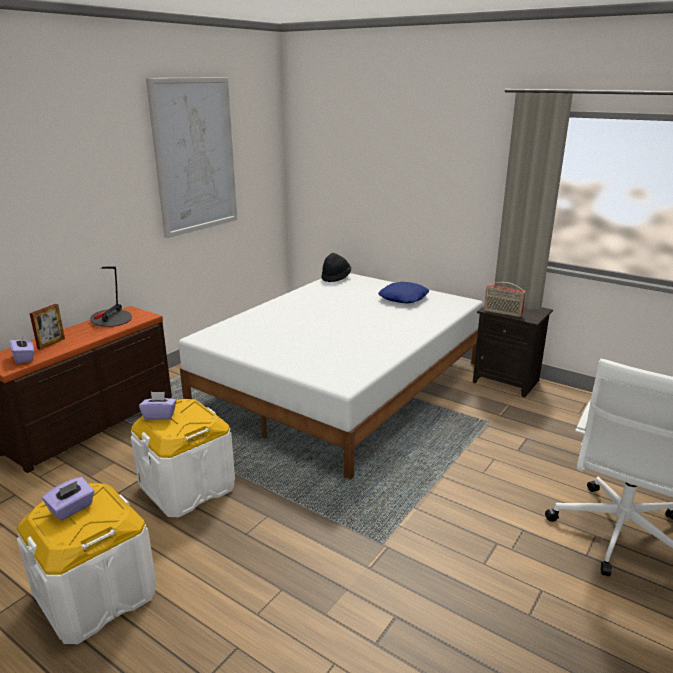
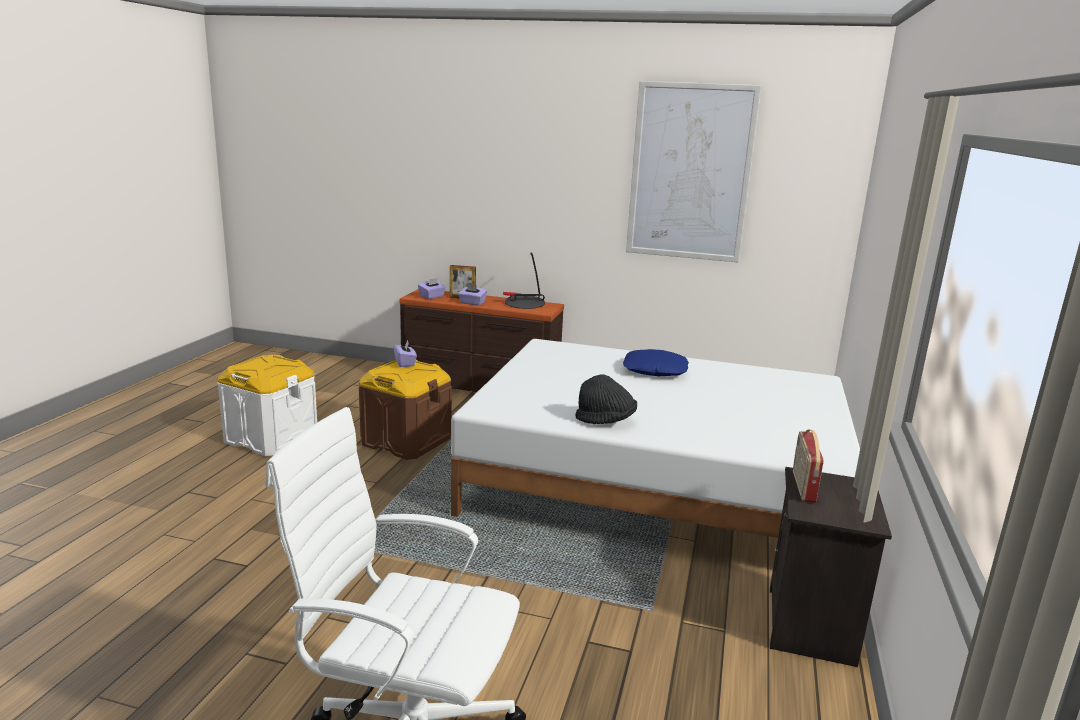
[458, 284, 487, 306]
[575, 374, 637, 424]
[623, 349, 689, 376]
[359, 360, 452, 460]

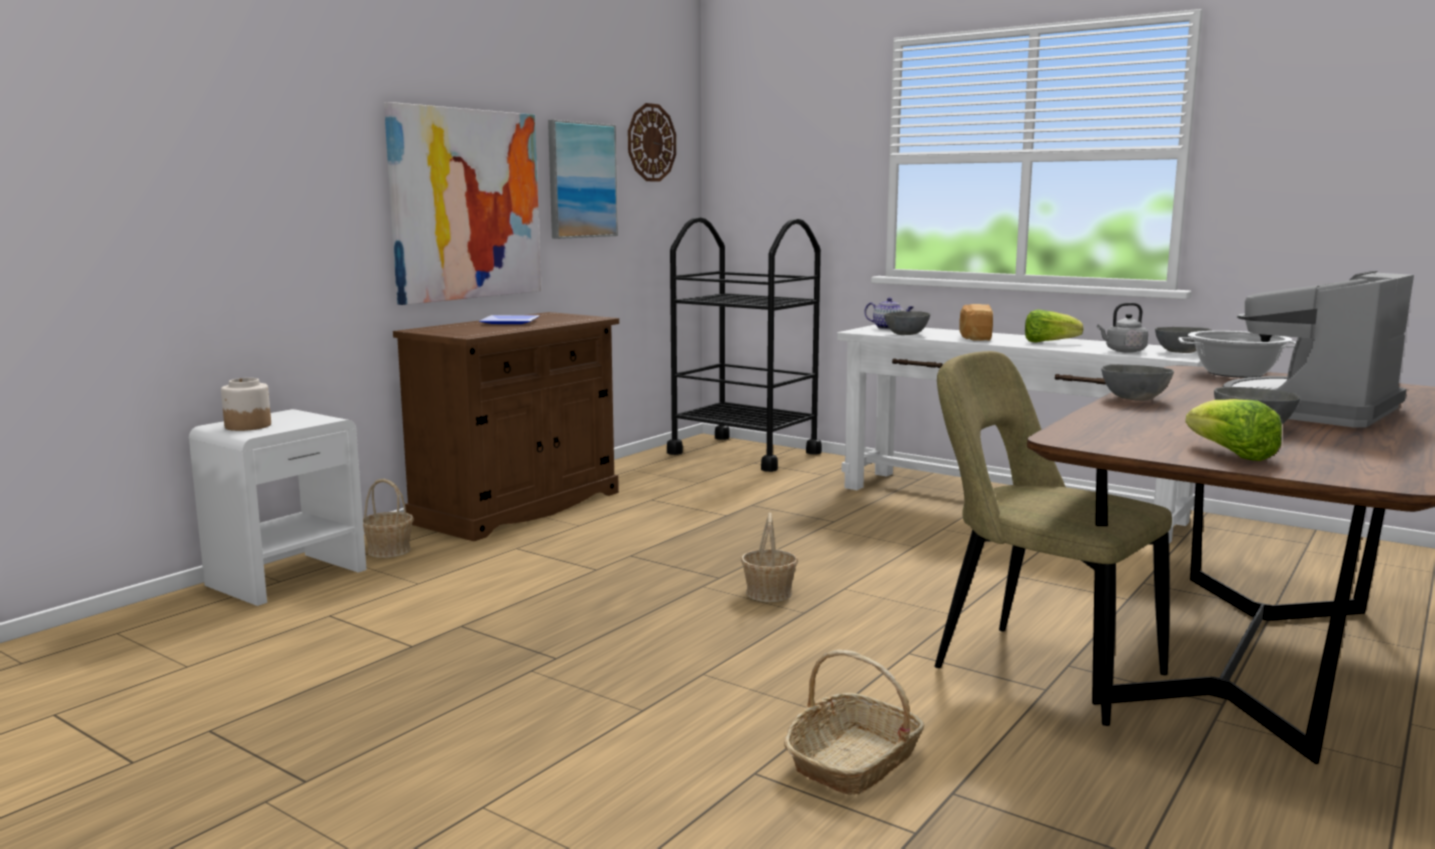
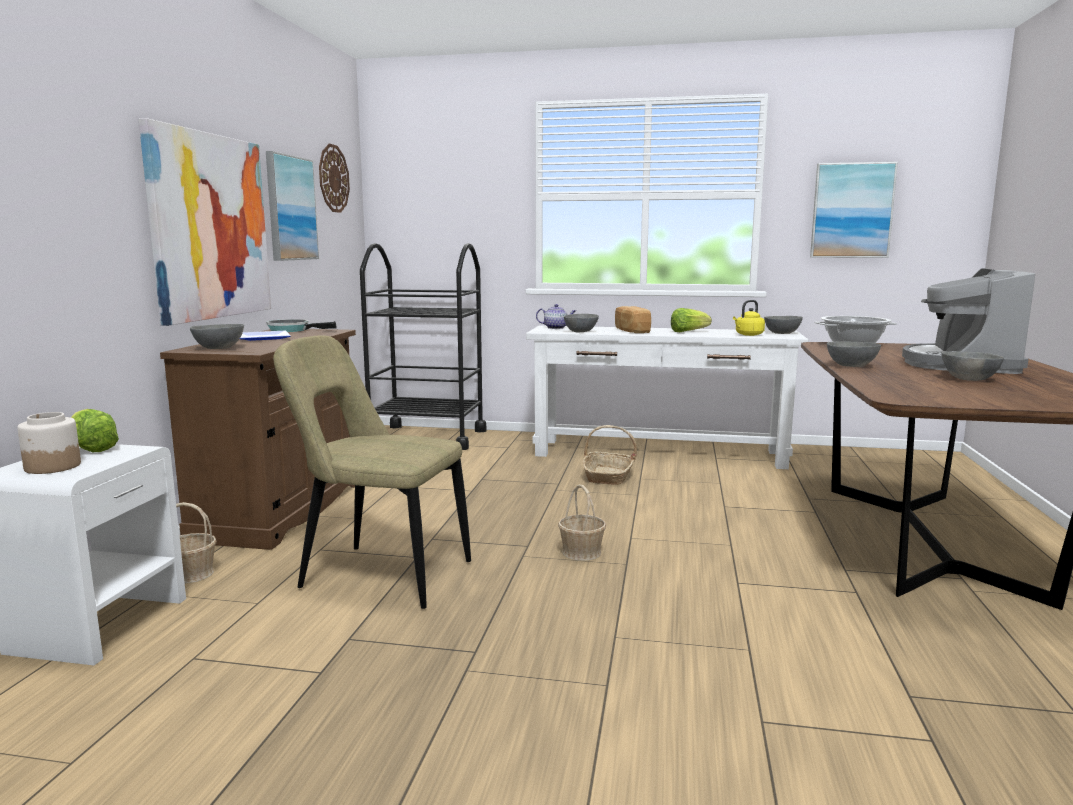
[190, 324, 244, 349]
[267, 319, 337, 332]
[810, 162, 898, 258]
[582, 425, 637, 485]
[273, 335, 471, 609]
[71, 409, 119, 452]
[733, 300, 765, 336]

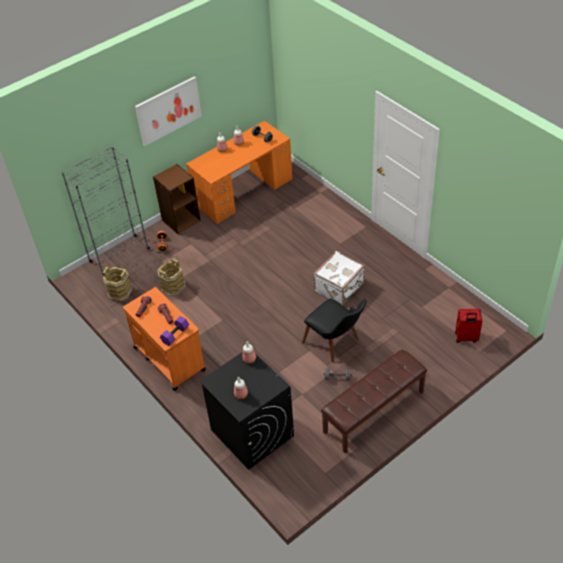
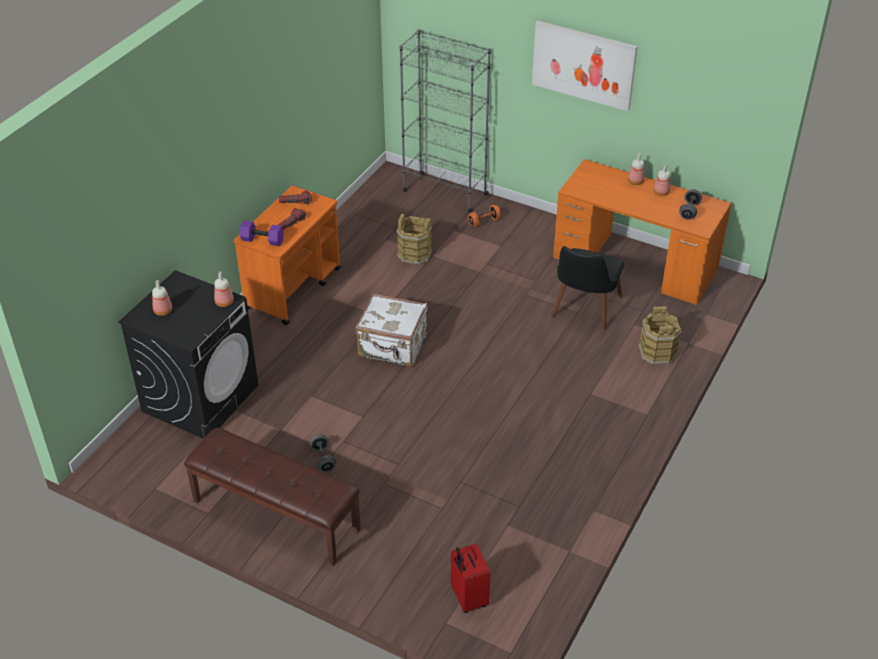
[153, 164, 201, 234] (first image)
[639, 306, 682, 365]
[551, 246, 624, 331]
[355, 293, 428, 367]

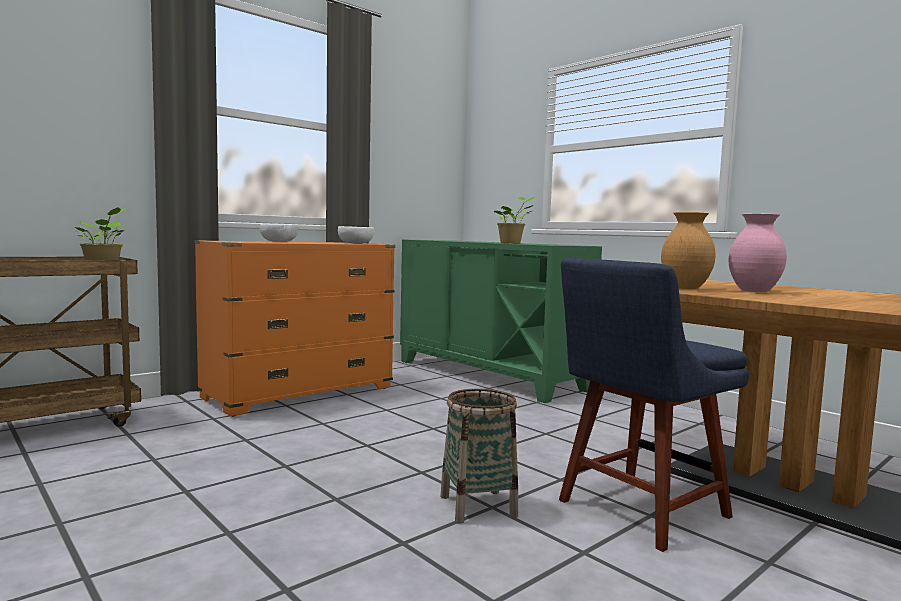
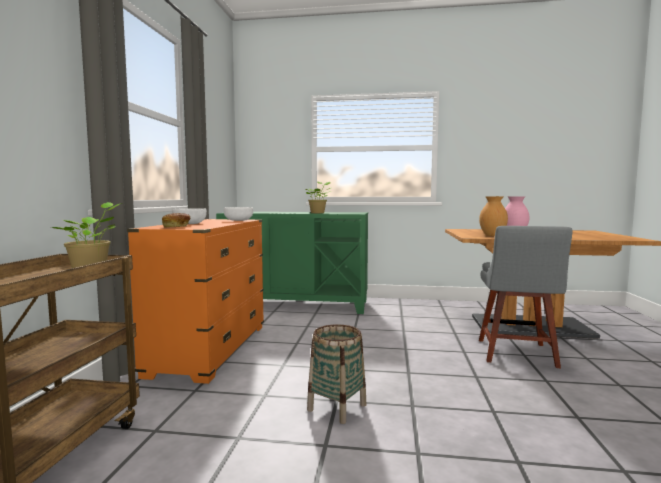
[162, 213, 191, 228]
[307, 324, 366, 424]
[479, 226, 573, 368]

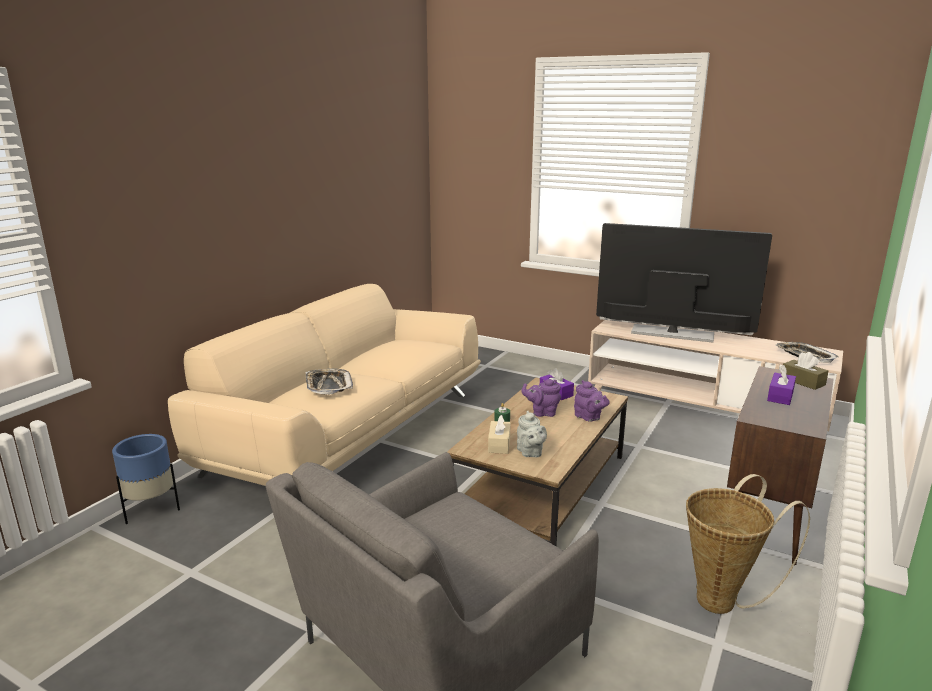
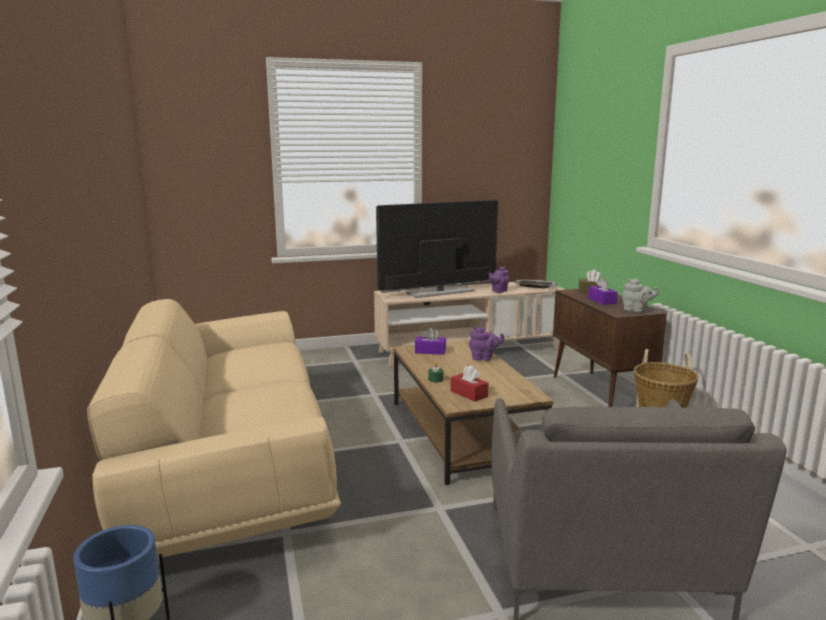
[305, 369, 353, 395] (first image)
[622, 279, 659, 312]
[489, 266, 509, 293]
[451, 365, 488, 402]

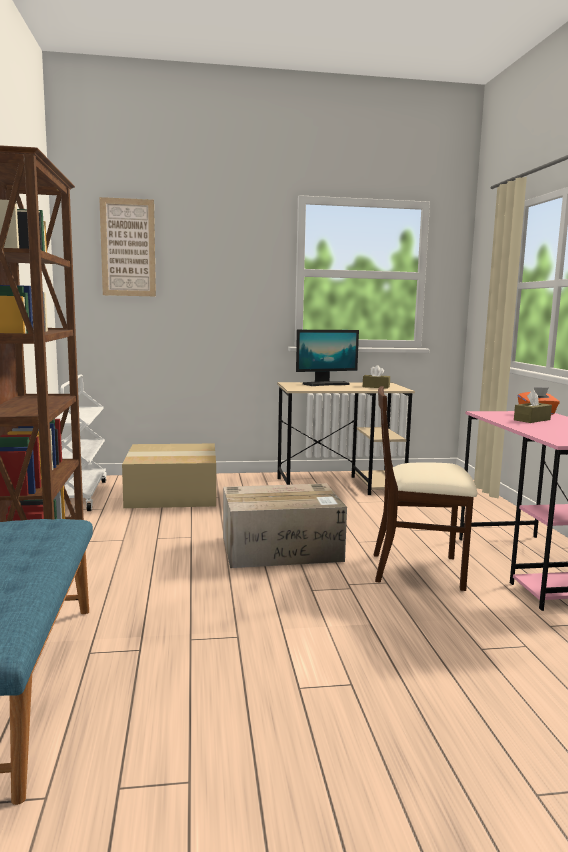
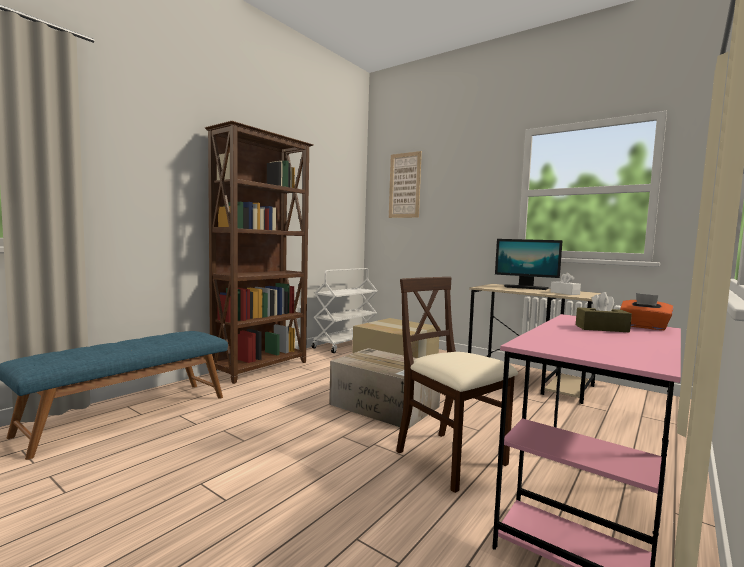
[551, 273, 581, 295]

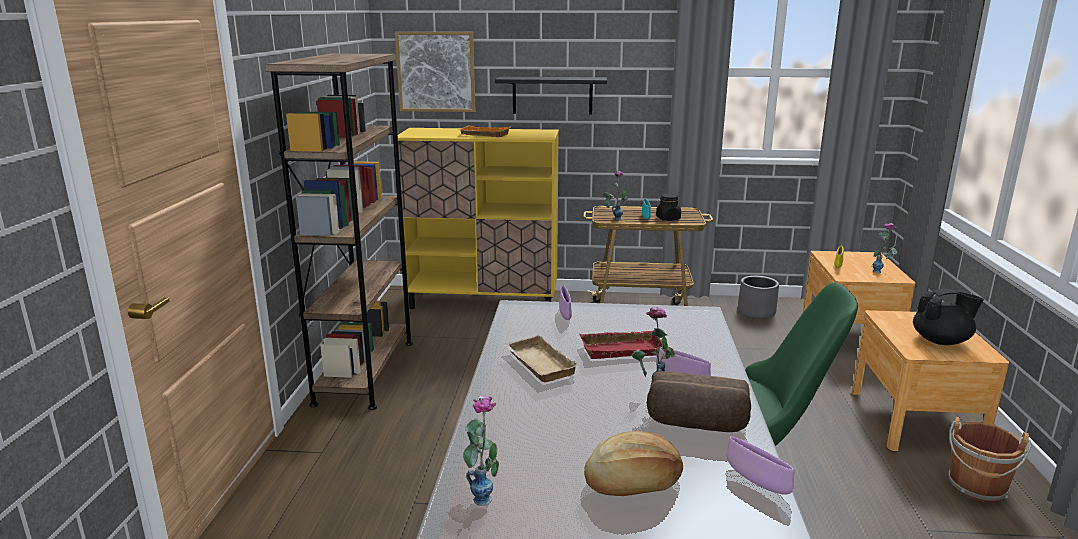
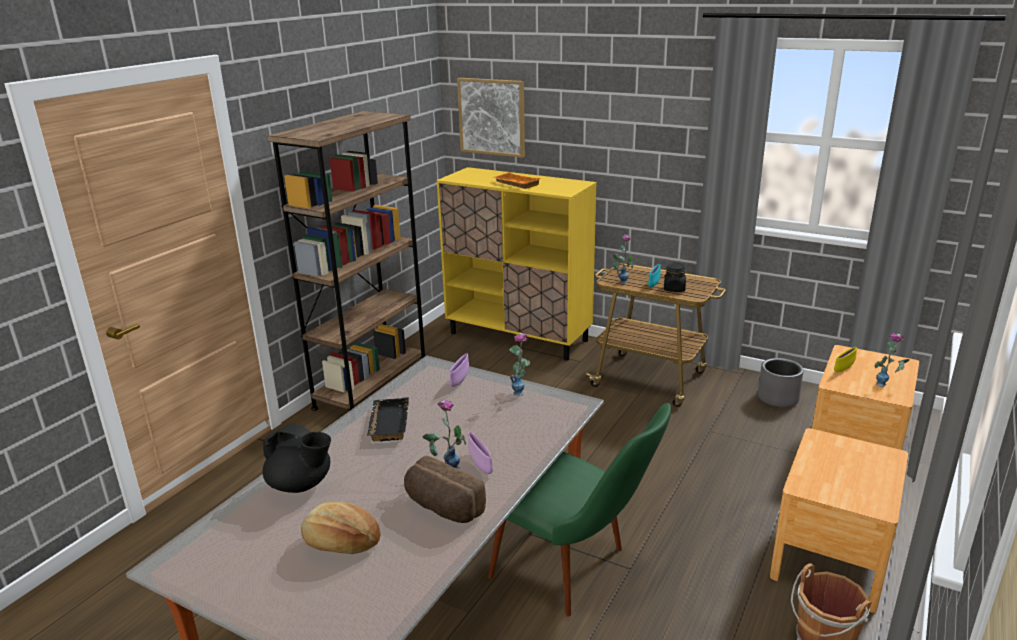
[495, 77, 607, 115] (first image)
[579, 331, 662, 359] (first image)
[726, 436, 794, 495] (first image)
[509, 333, 530, 396]
[263, 424, 331, 493]
[367, 397, 409, 441]

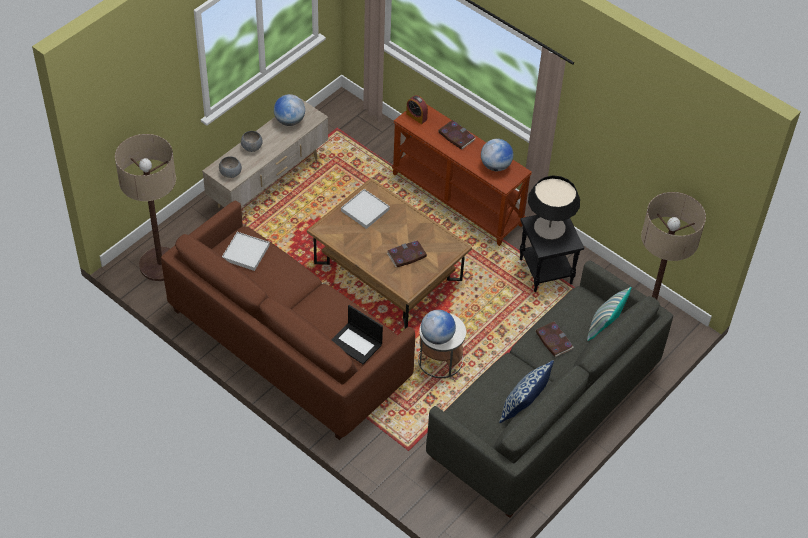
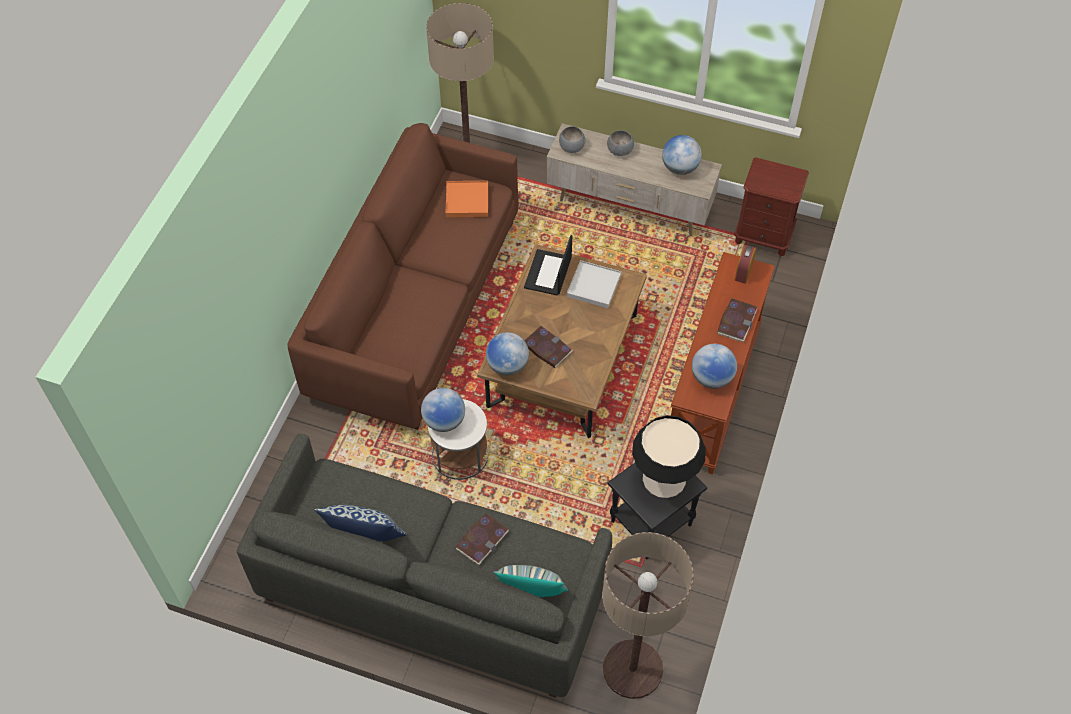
[486, 332, 529, 376]
[734, 157, 809, 257]
[524, 235, 572, 295]
[446, 181, 488, 217]

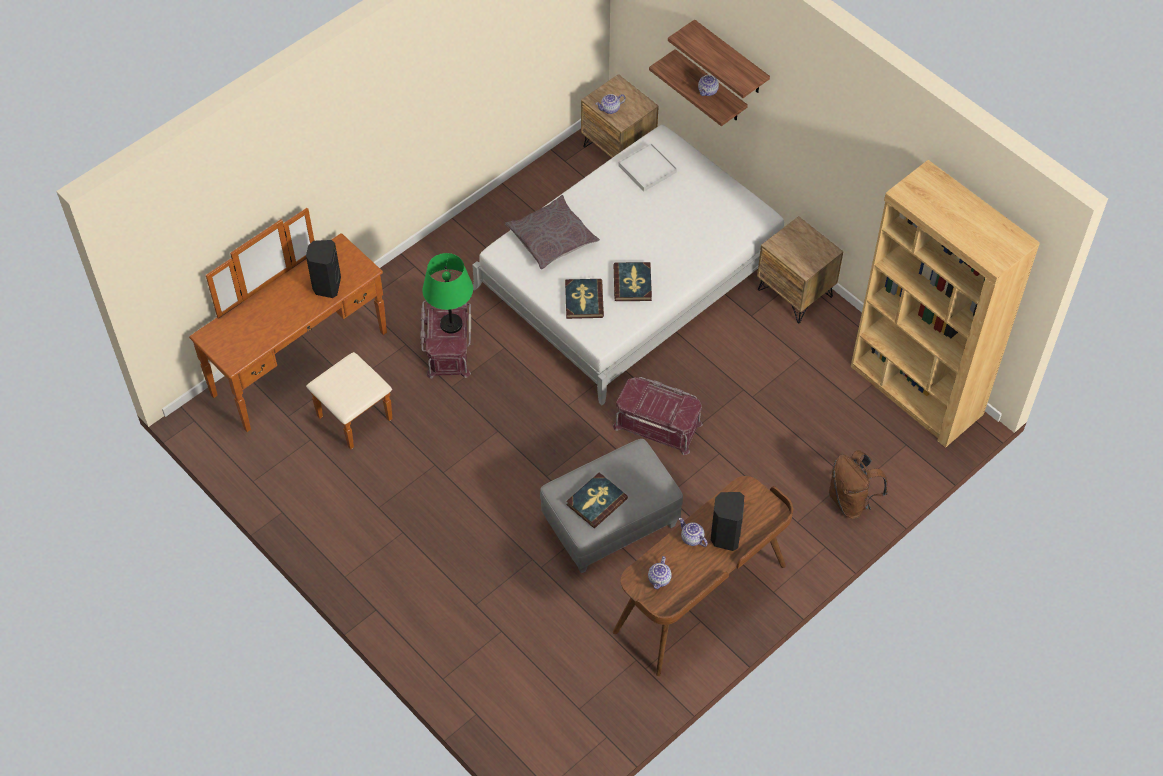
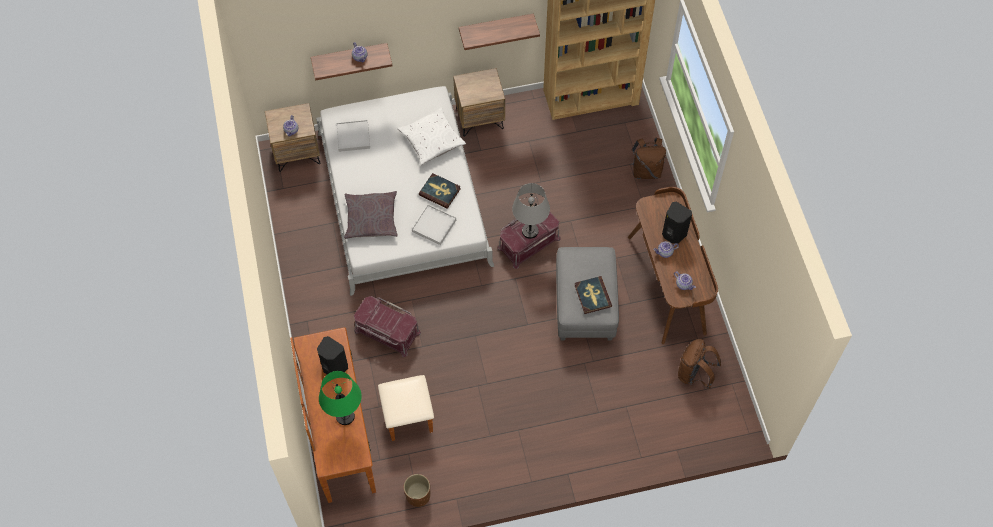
[398, 107, 466, 165]
[404, 474, 430, 507]
[512, 183, 550, 239]
[678, 339, 721, 389]
[319, 371, 362, 425]
[459, 13, 540, 50]
[412, 205, 456, 245]

